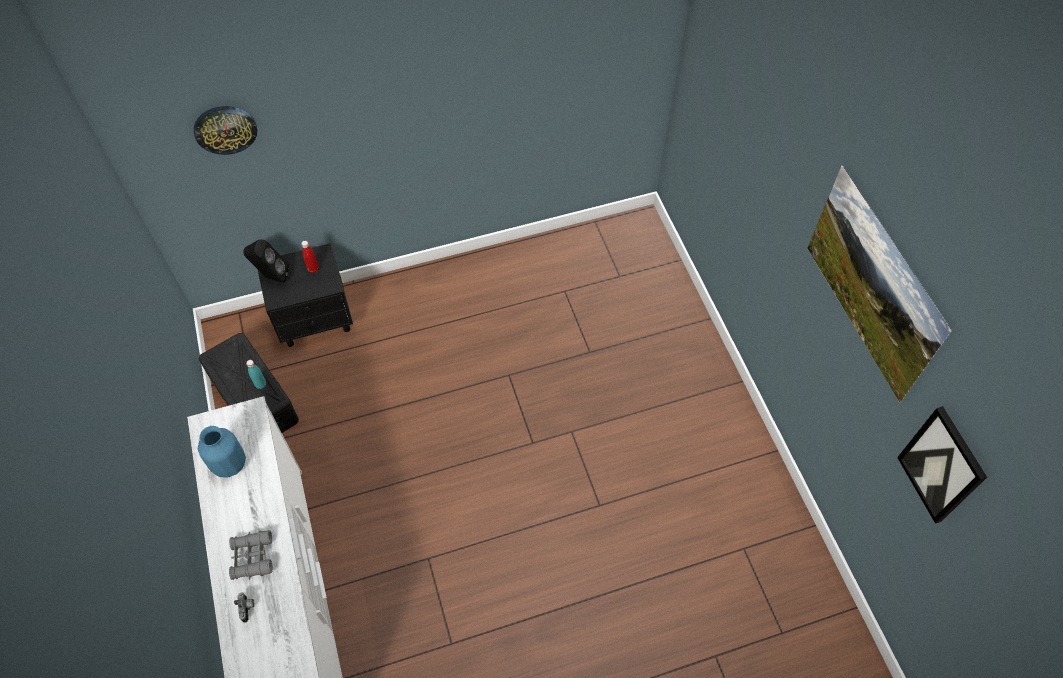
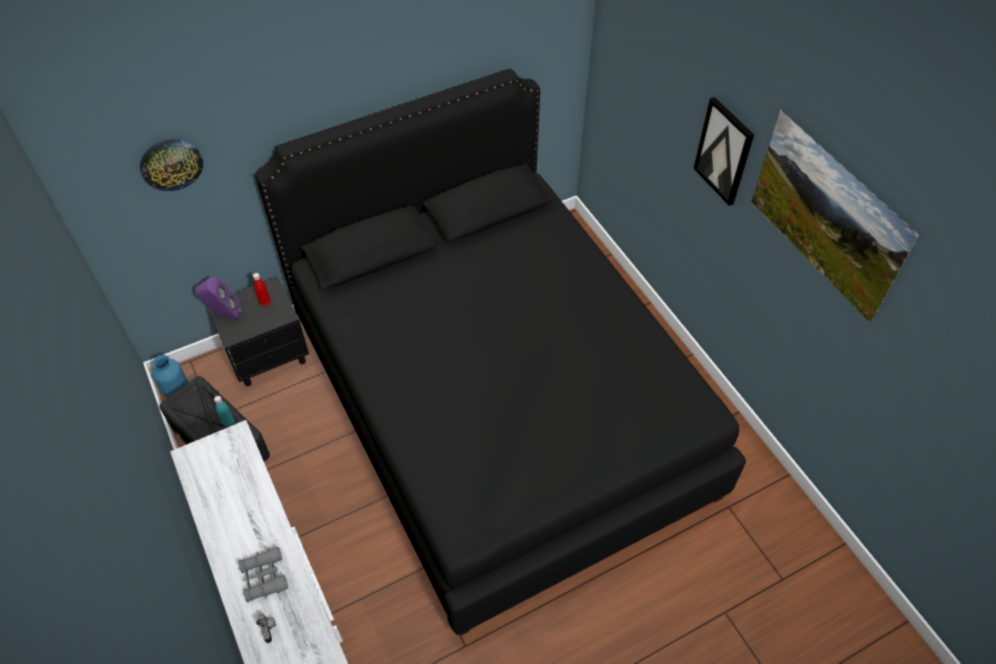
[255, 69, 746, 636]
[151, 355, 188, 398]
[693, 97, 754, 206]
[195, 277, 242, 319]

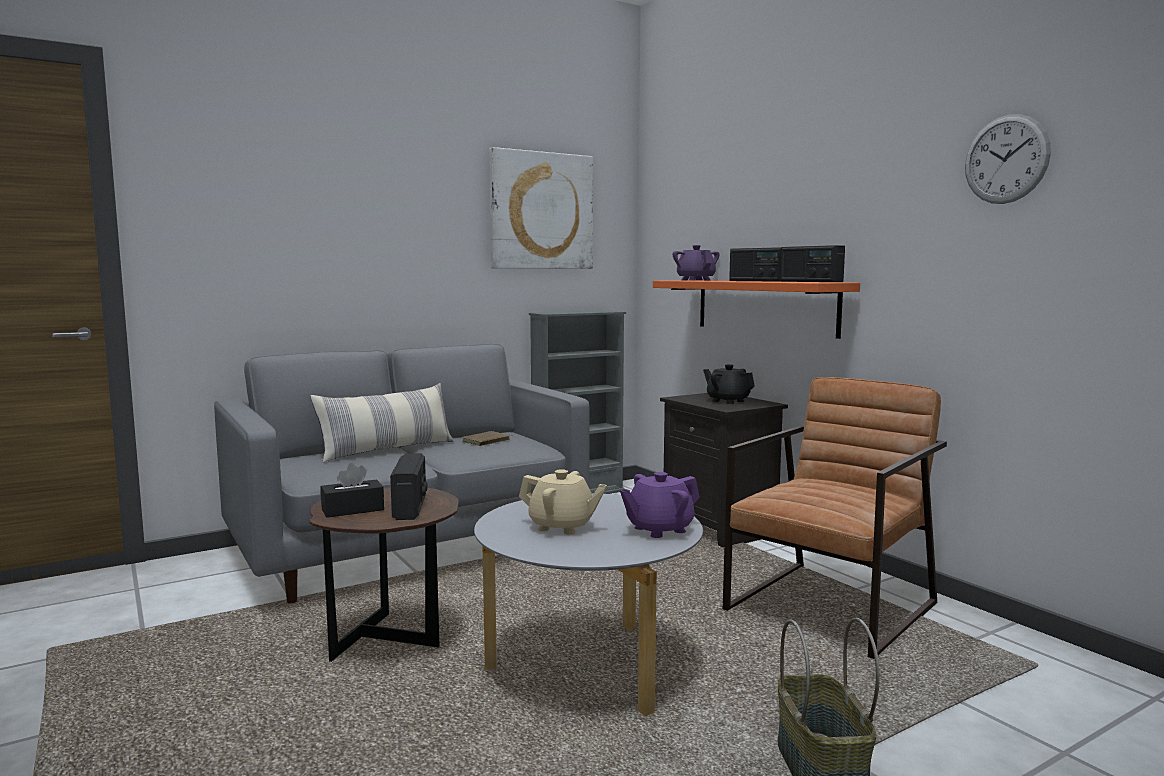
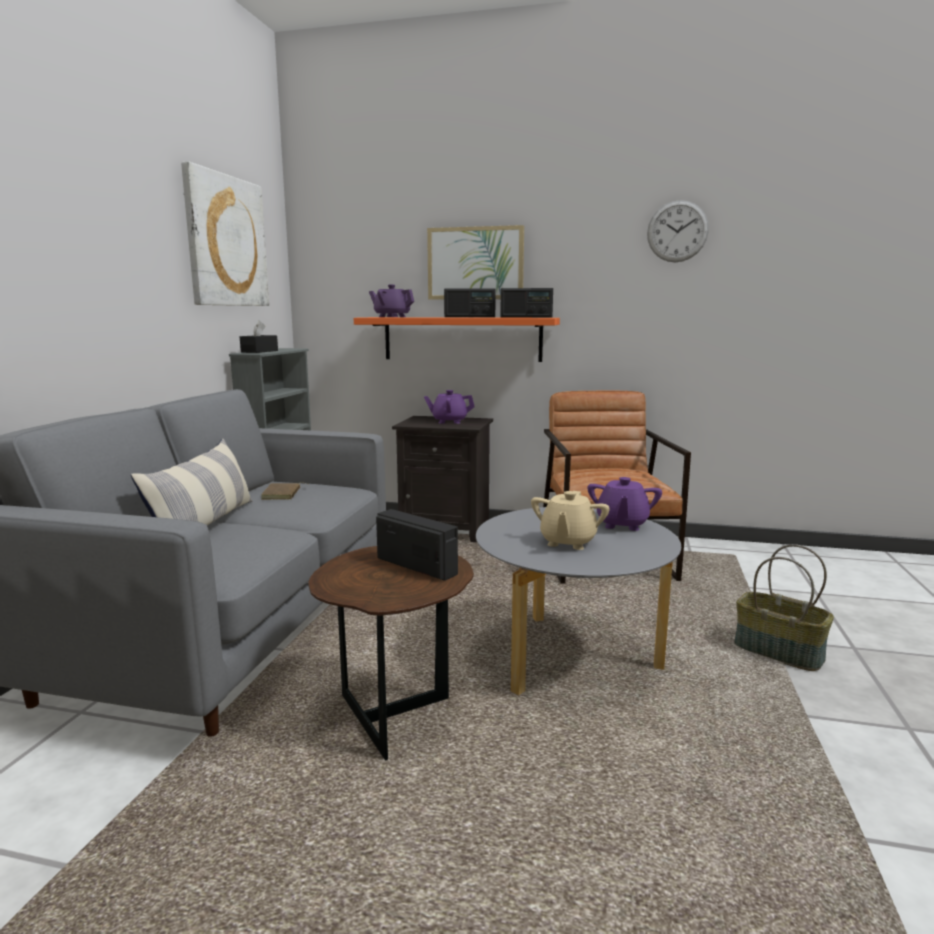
[427, 225, 524, 300]
[240, 320, 278, 353]
[424, 390, 475, 424]
[531, 491, 610, 550]

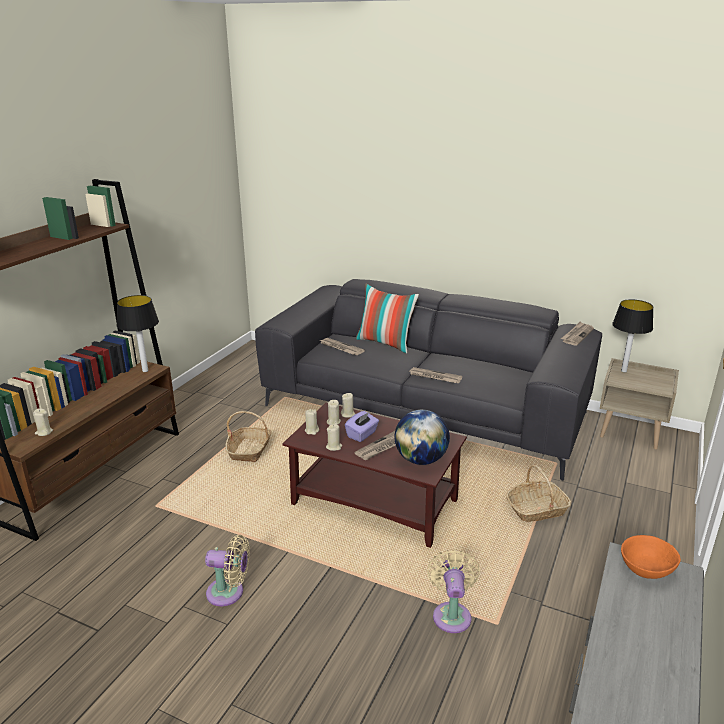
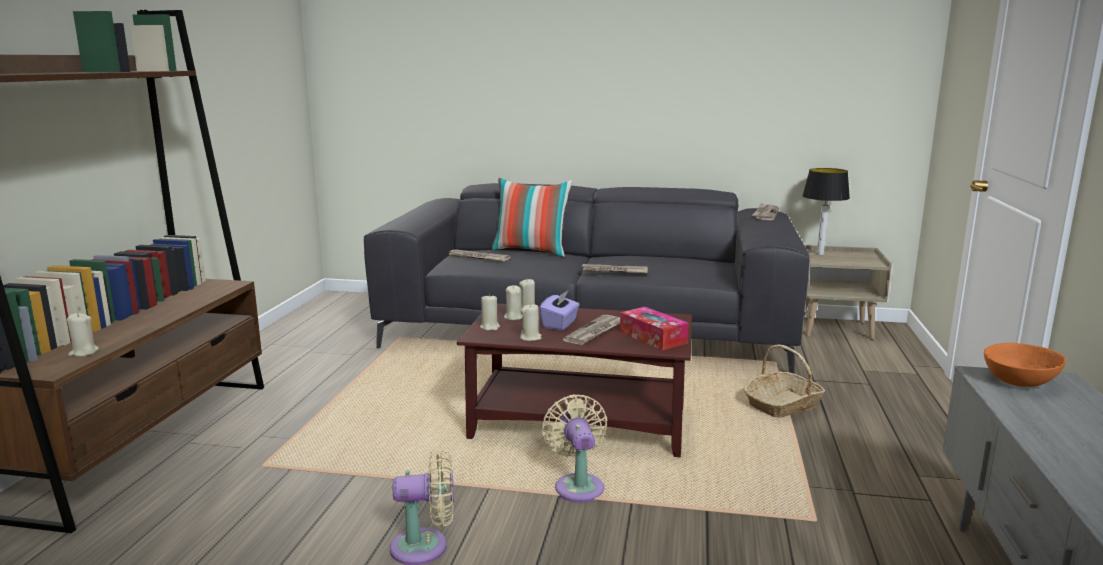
[117, 295, 159, 372] (first image)
[225, 411, 271, 462] (first image)
[542, 394, 607, 502]
[620, 307, 688, 351]

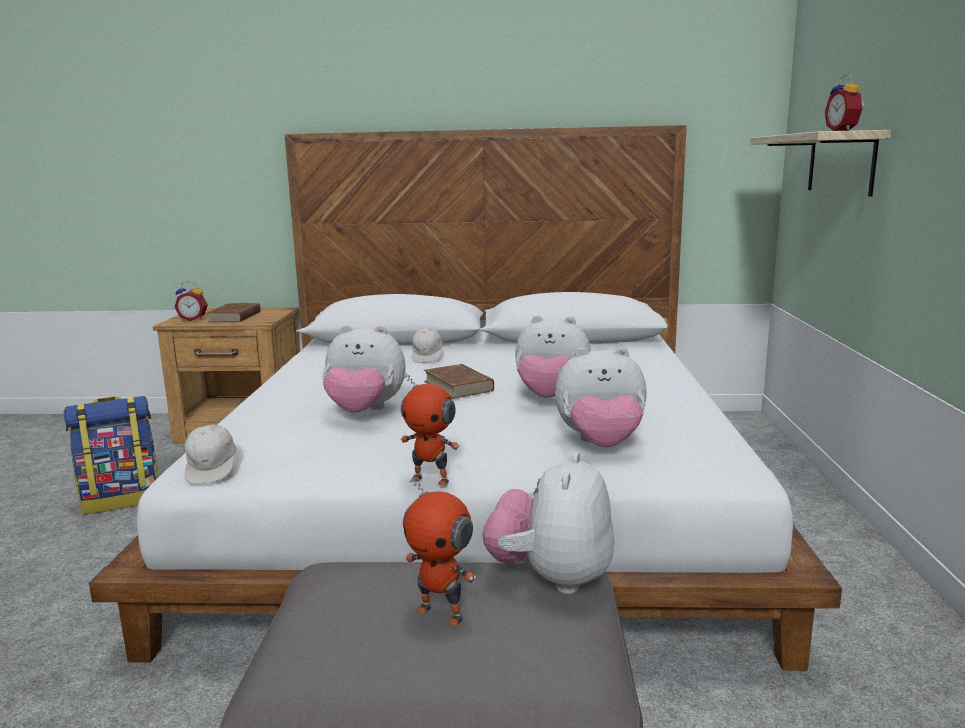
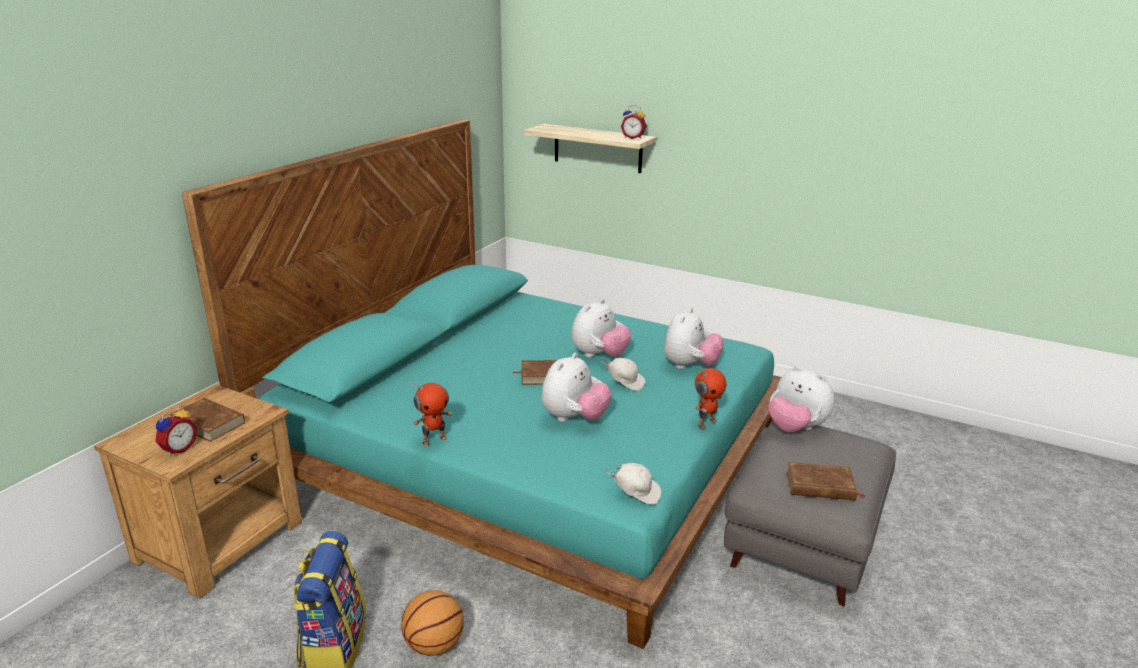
[401, 590, 464, 656]
[786, 462, 865, 500]
[412, 383, 452, 445]
[601, 358, 646, 391]
[182, 120, 782, 649]

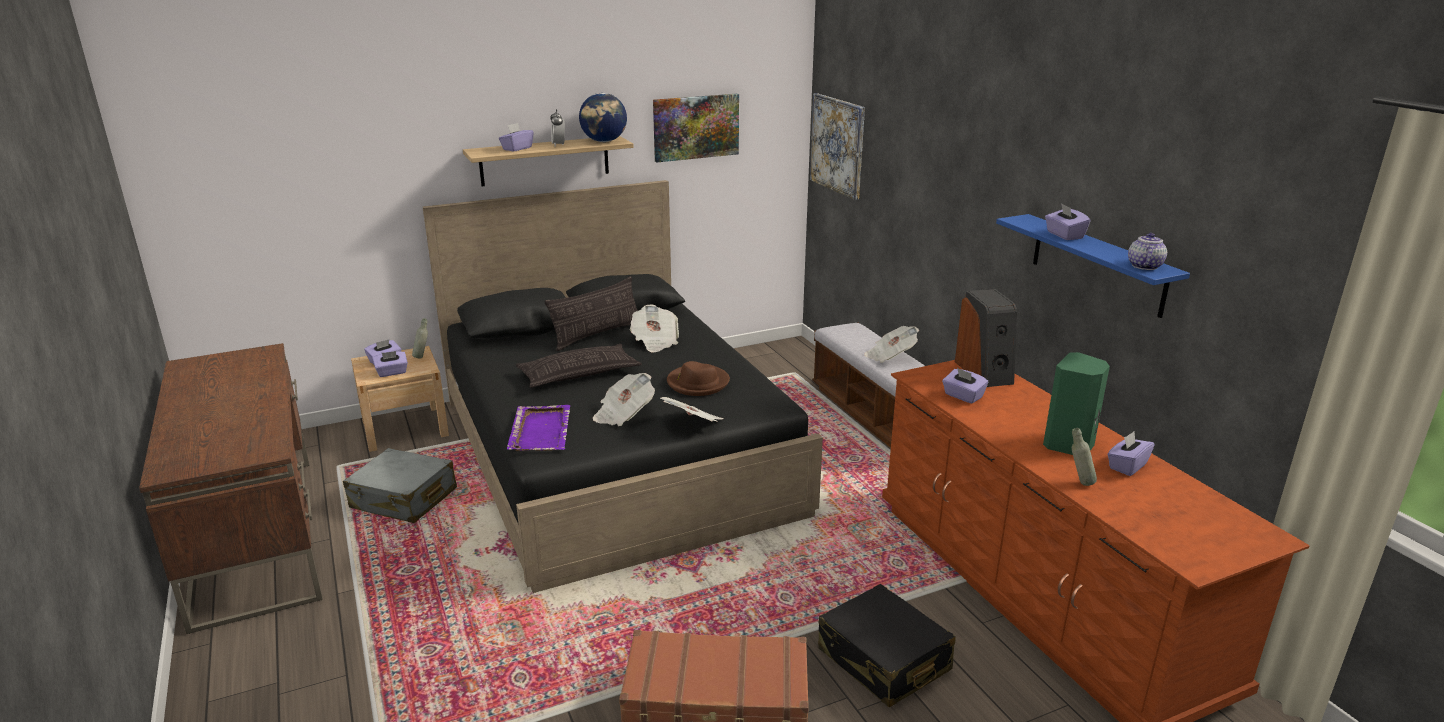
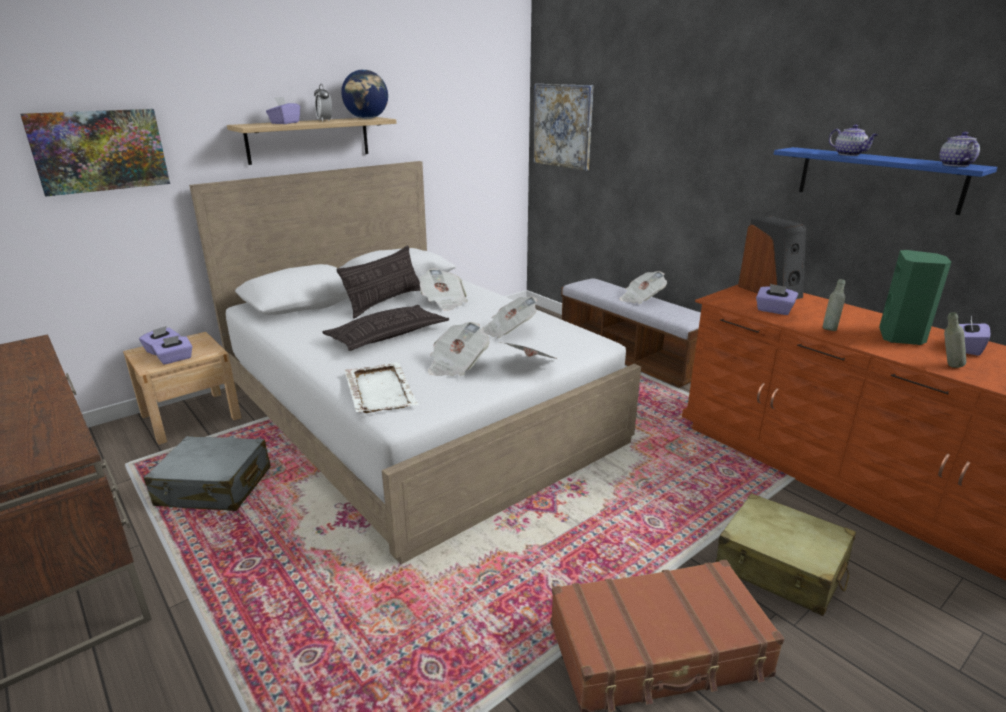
[822, 279, 845, 331]
[20, 109, 170, 196]
[481, 297, 538, 338]
[829, 125, 878, 156]
[189, 161, 641, 564]
[344, 362, 419, 413]
[716, 493, 856, 616]

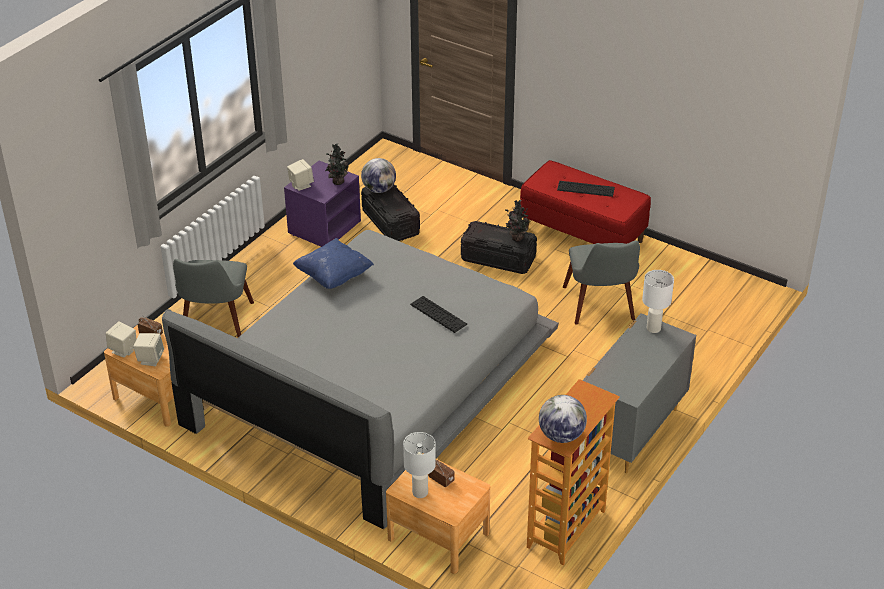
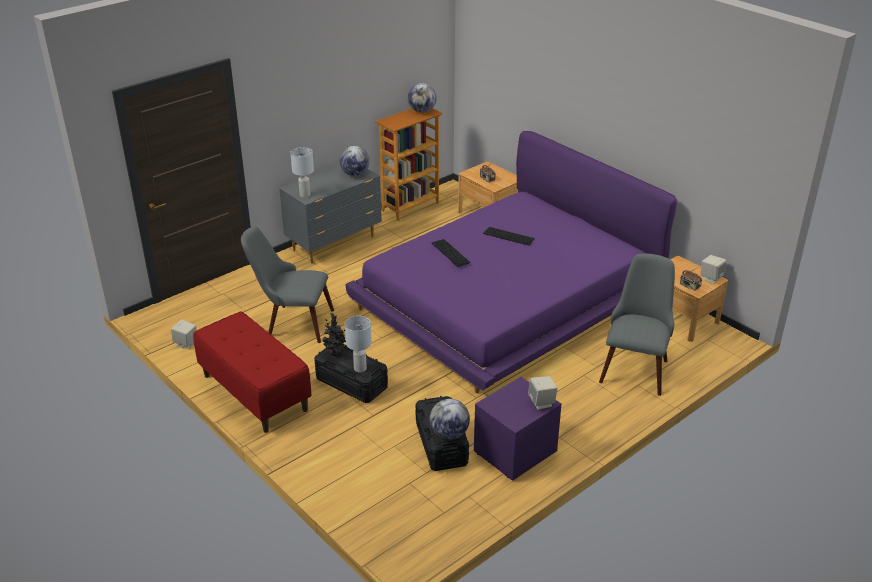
[293, 238, 374, 289] (first image)
[324, 143, 349, 185] (first image)
[339, 146, 370, 176]
[171, 320, 197, 349]
[345, 316, 372, 372]
[483, 227, 535, 245]
[345, 131, 677, 393]
[241, 226, 334, 343]

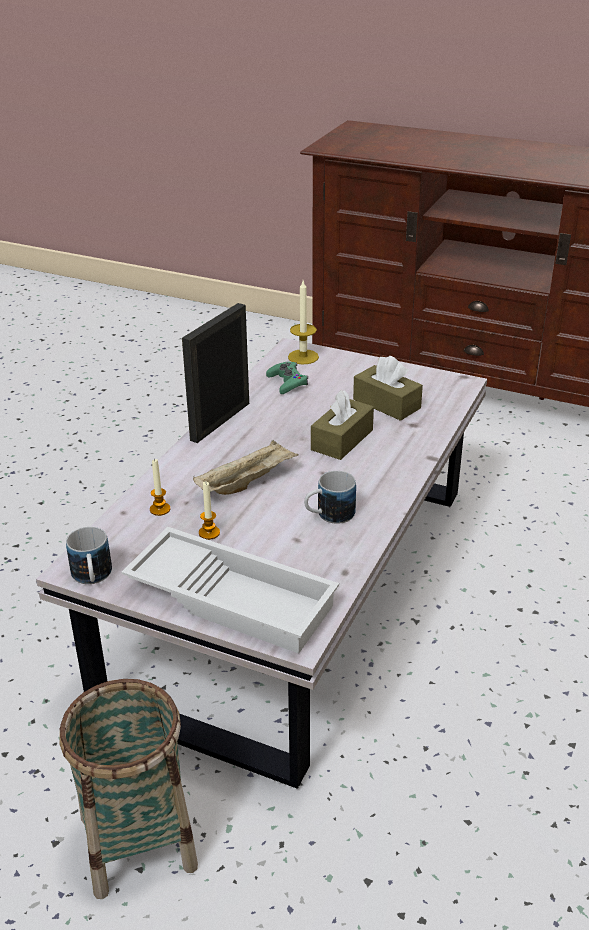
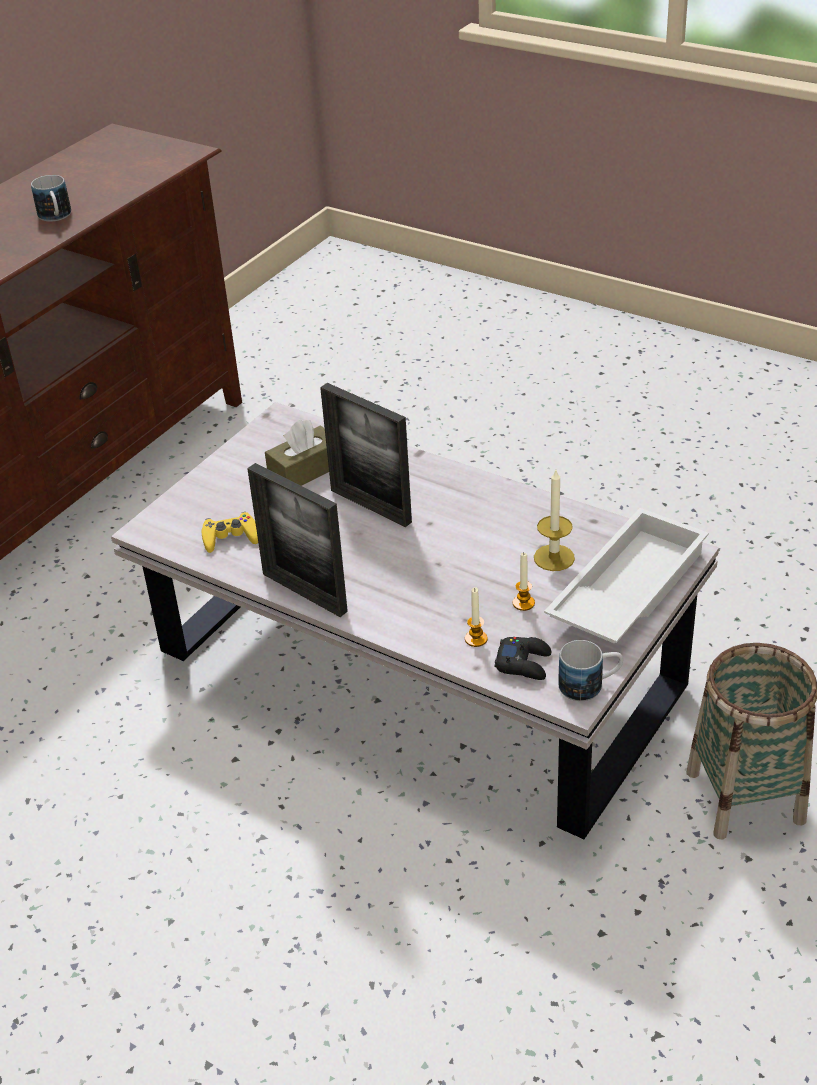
[193, 440, 298, 495] (first image)
[495, 637, 551, 680]
[534, 470, 575, 571]
[31, 175, 71, 222]
[320, 383, 412, 527]
[201, 512, 258, 553]

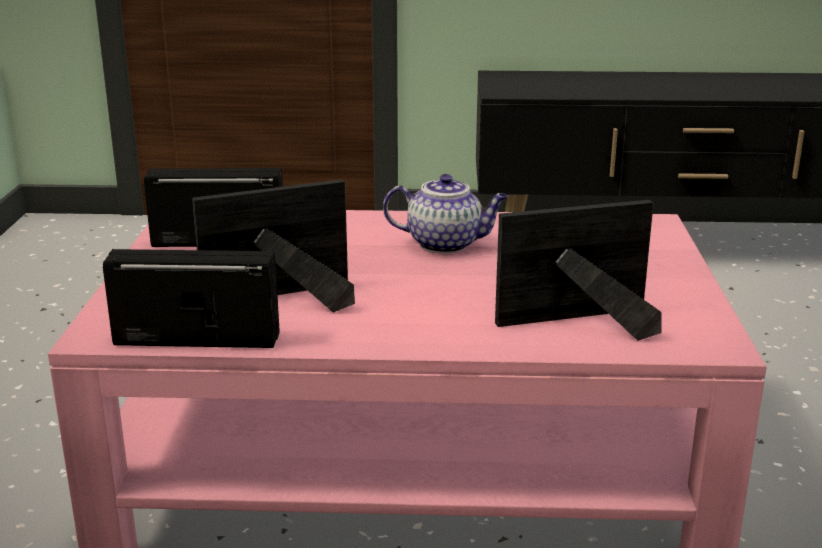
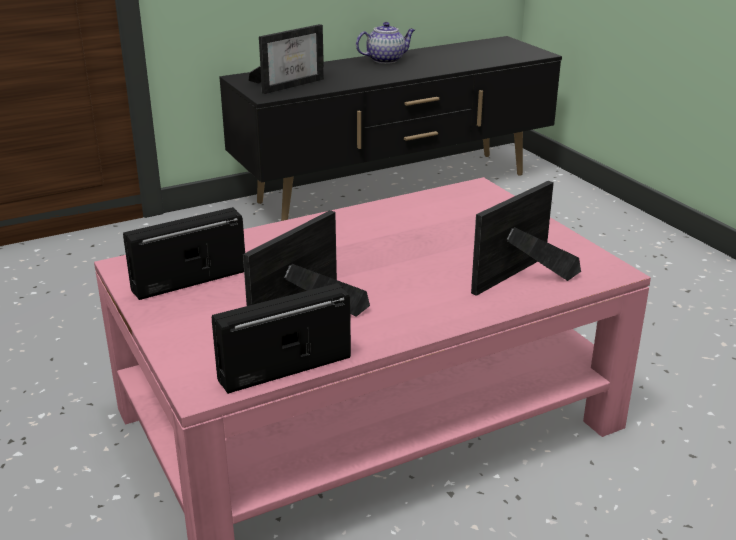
[249, 24, 324, 94]
[356, 22, 415, 64]

